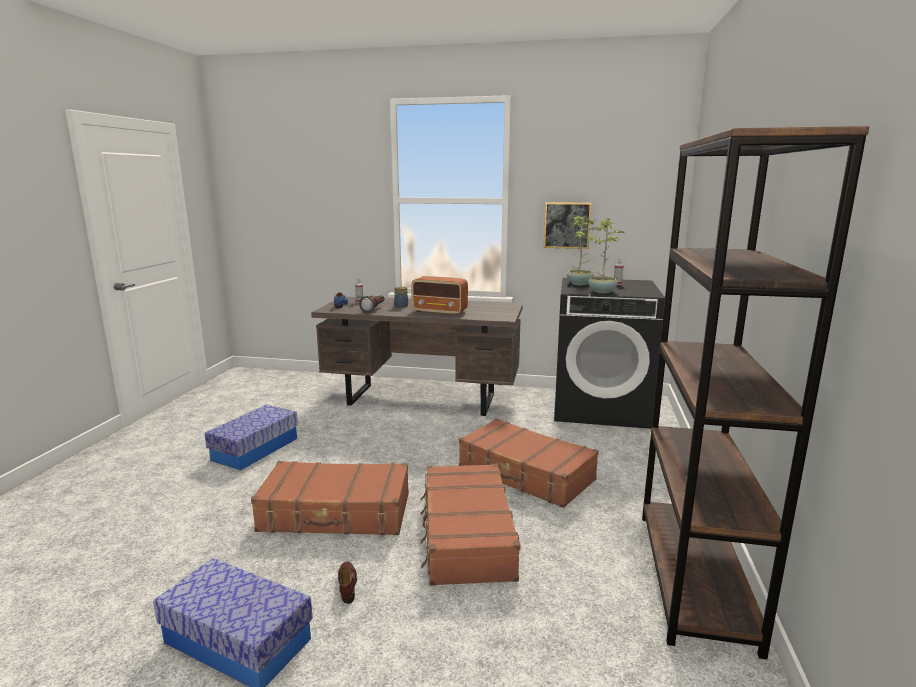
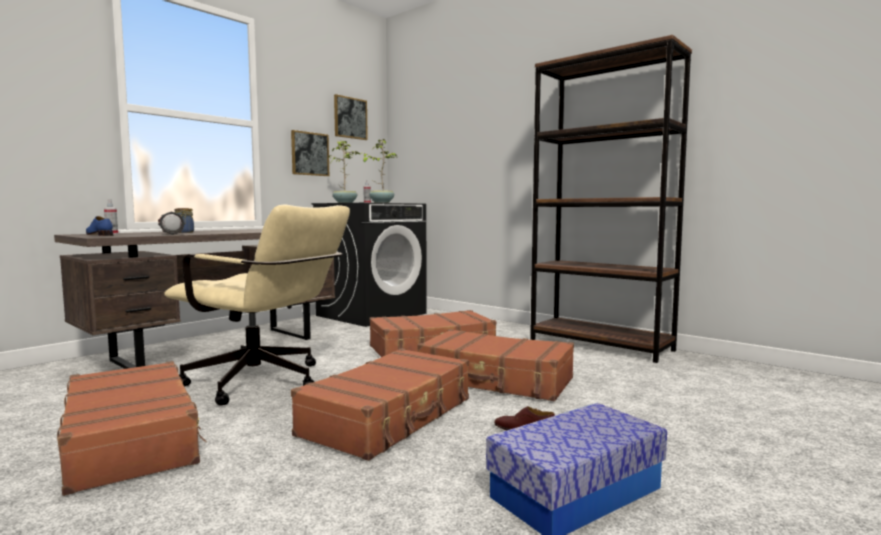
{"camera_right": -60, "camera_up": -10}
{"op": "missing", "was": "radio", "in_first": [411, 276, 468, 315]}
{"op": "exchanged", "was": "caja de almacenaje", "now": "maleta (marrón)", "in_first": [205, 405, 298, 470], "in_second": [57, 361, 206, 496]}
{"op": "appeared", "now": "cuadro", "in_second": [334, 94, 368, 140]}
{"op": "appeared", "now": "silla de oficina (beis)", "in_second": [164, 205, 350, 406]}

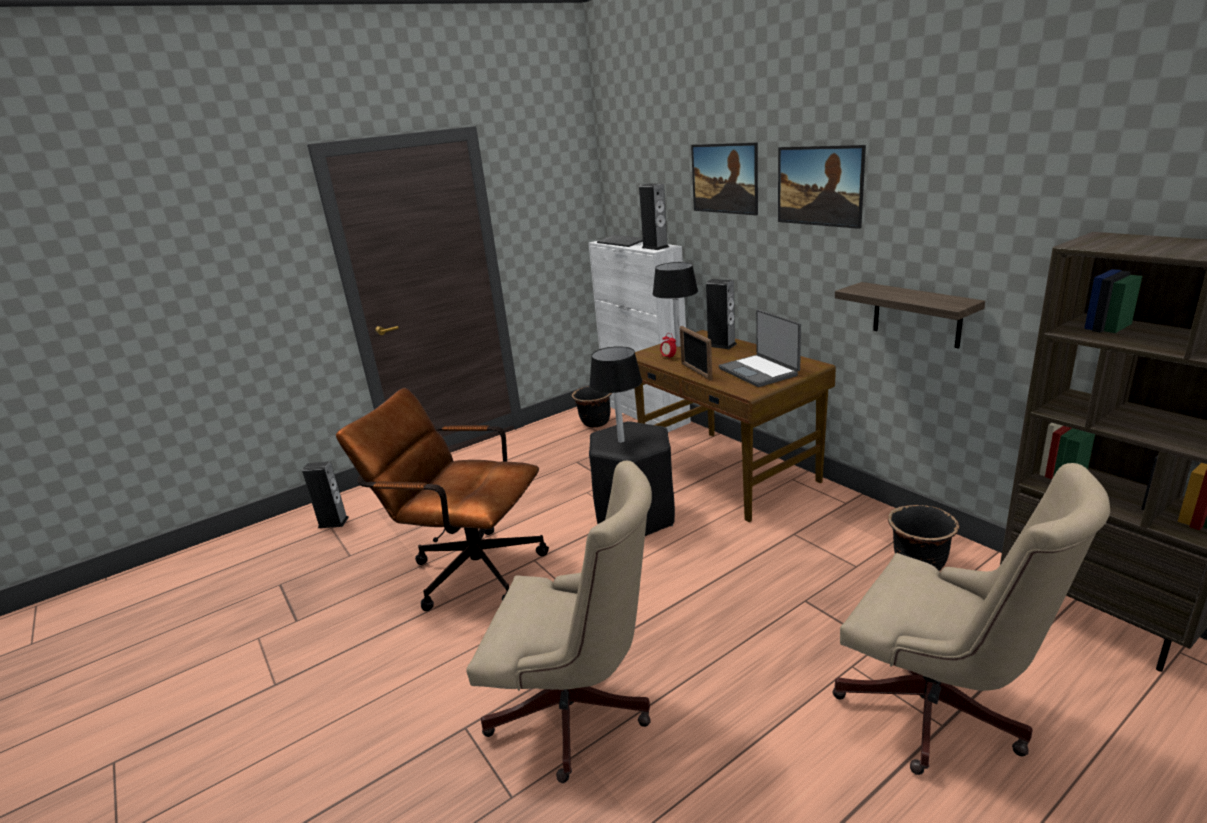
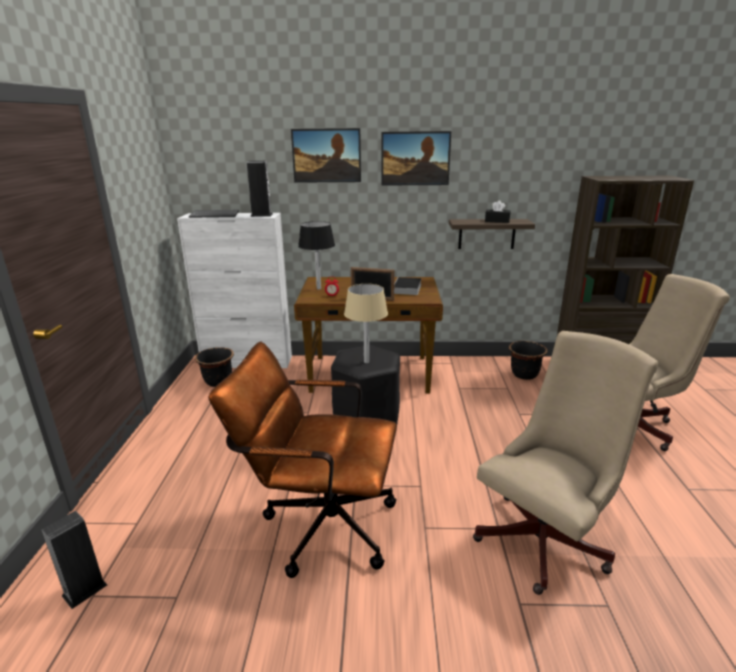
{"camera_right": -55, "camera_up": 0}
{"op": "missing", "was": "altavoz", "in_first": [706, 279, 737, 349]}
{"op": "exchanged", "was": "portátil", "now": "libro", "in_first": [719, 310, 801, 387], "in_second": [394, 277, 421, 295]}
{"op": "colour", "was": "lámpara de mesa (negro)", "now": "lámpara de mesa (beis)", "in_first": [589, 346, 642, 443], "in_second": [344, 284, 388, 363]}
{"op": "spun", "was": "silla de oficina (marrón)", "in_first": [336, 388, 549, 611], "in_second": [208, 342, 397, 578], "clockwise": 45}
{"op": "appeared", "now": "caja de pañuelos (negro)", "in_second": [485, 200, 510, 223]}

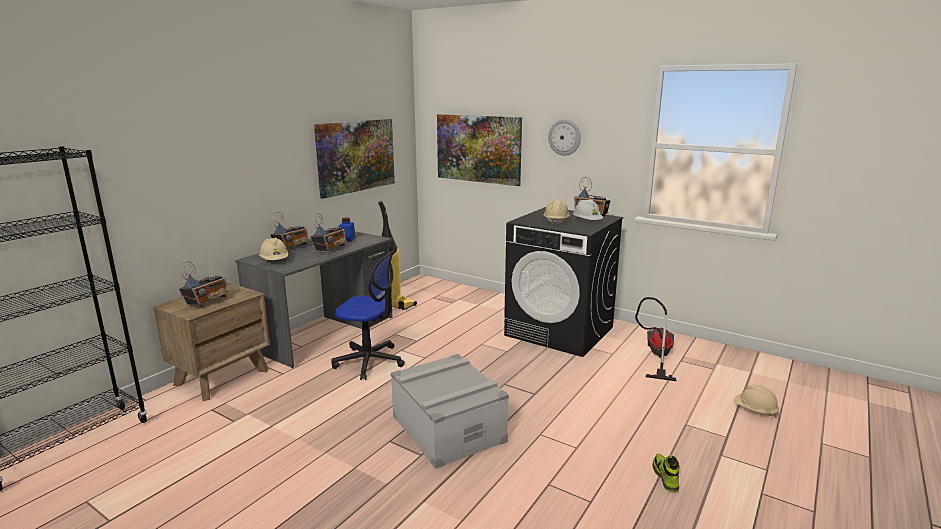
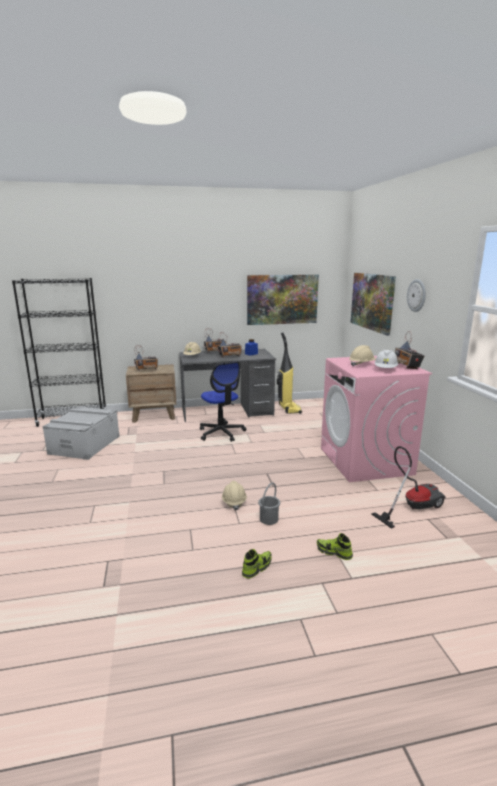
{"camera_right": 45, "camera_up": 0}
{"op": "colour", "was": "lavadora (negro)", "now": "lavadora (rosa)", "in_first": [504, 207, 623, 357], "in_second": [321, 356, 432, 482]}
{"op": "relocated", "was": "caja de almacenaje (gris)", "in_first": [391, 354, 509, 469], "in_second": [43, 407, 120, 460]}
{"op": "relocated", "was": "casco (beis)", "in_first": [734, 385, 780, 417], "in_second": [222, 481, 247, 510]}
{"op": "appeared", "now": "cubo (gris)", "in_second": [258, 483, 280, 525]}
{"op": "appeared", "now": "zapato", "in_second": [317, 533, 353, 560]}

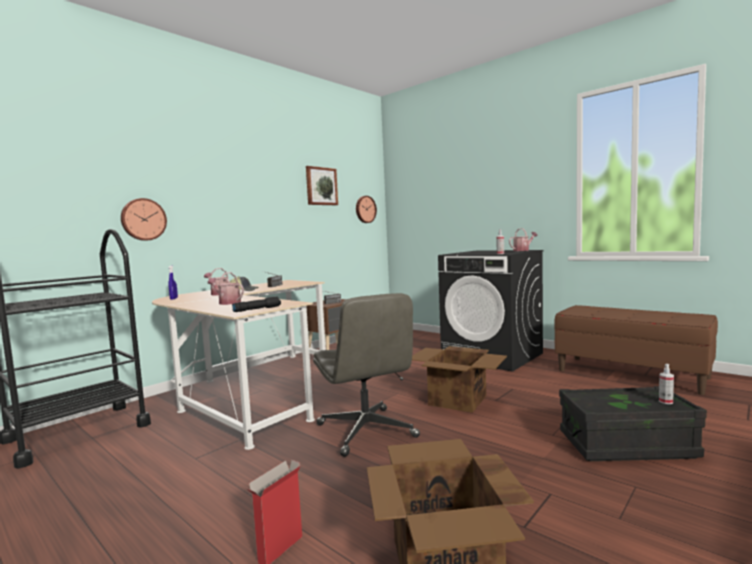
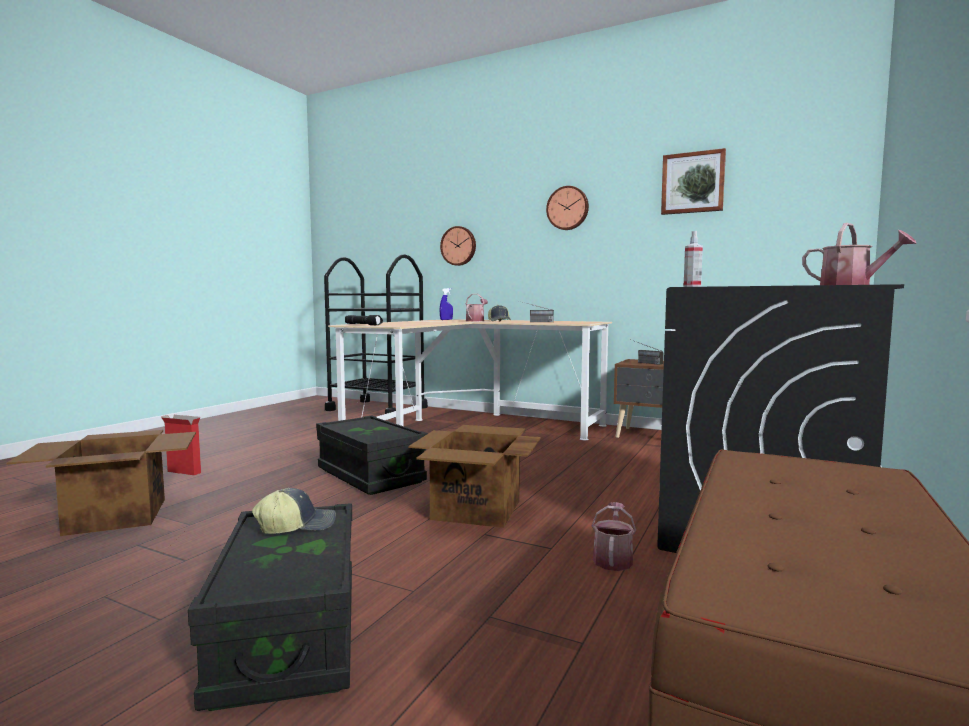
{"camera_right": 75, "camera_up": 0}
{"op": "relocated", "was": "reloj de pared", "in_first": [356, 196, 377, 223], "in_second": [546, 186, 589, 230]}
{"op": "relocated", "was": "regadera", "in_first": [208, 272, 244, 305], "in_second": [592, 502, 636, 571]}
{"op": "exchanged", "was": "silla de oficina (gris)", "now": "caja de almacenaje (negro)", "in_first": [313, 293, 420, 457], "in_second": [316, 416, 428, 495]}
{"op": "missing", "was": "pulverizador", "in_first": [659, 364, 674, 404]}
{"op": "appeared", "now": "gorra", "in_second": [252, 488, 336, 534]}

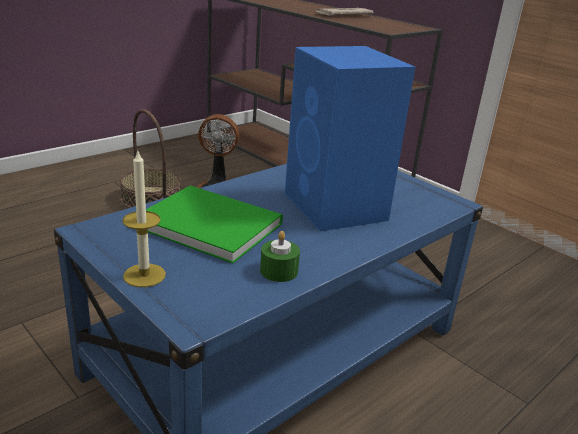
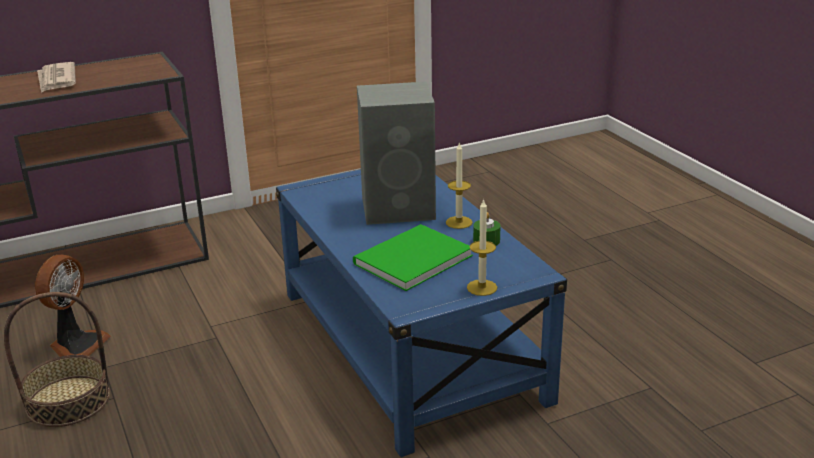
{"camera_right": -70, "camera_up": 0}
{"op": "colour", "was": "altavoz (azul)", "now": "altavoz (gris)", "in_first": [285, 46, 415, 231], "in_second": [357, 82, 436, 225]}
{"op": "appeared", "now": "vela", "in_second": [446, 142, 473, 229]}

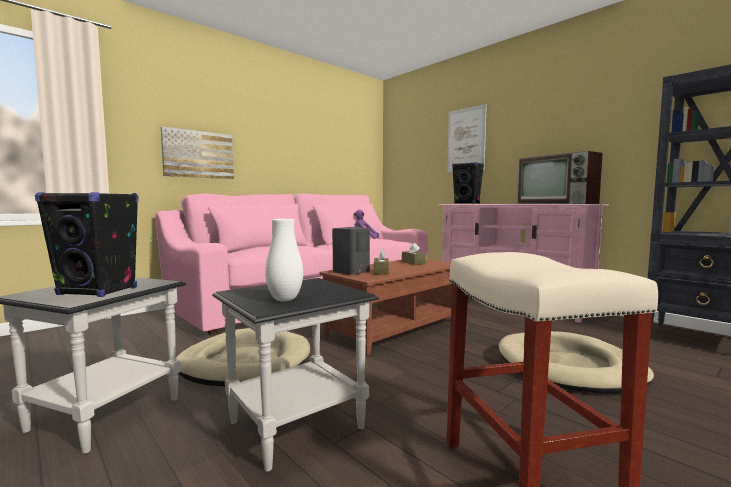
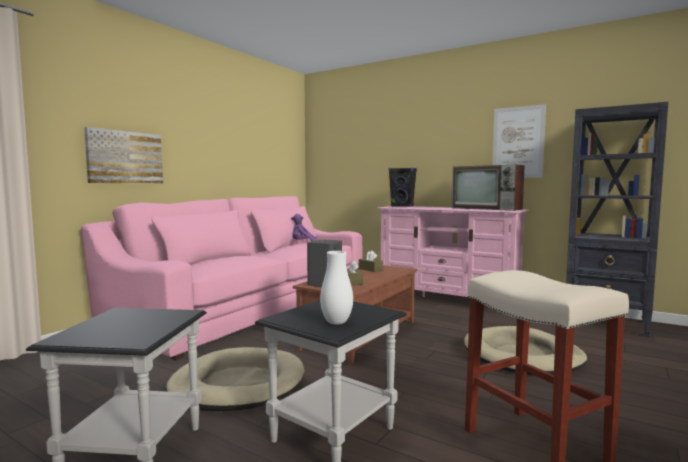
{"camera_right": -15, "camera_up": 0}
{"op": "relocated", "was": "cuadro", "in_first": [447, 104, 487, 172], "in_second": [492, 104, 546, 178]}
{"op": "missing", "was": "altavoz (negro)", "in_first": [35, 192, 139, 297]}

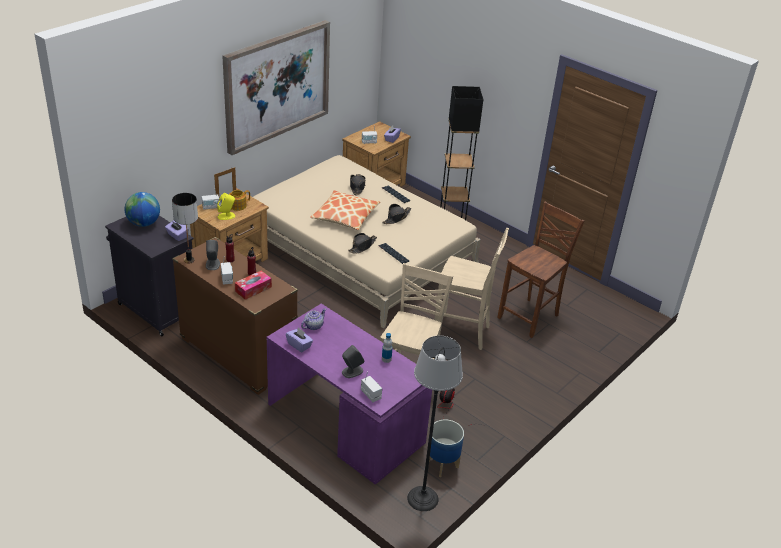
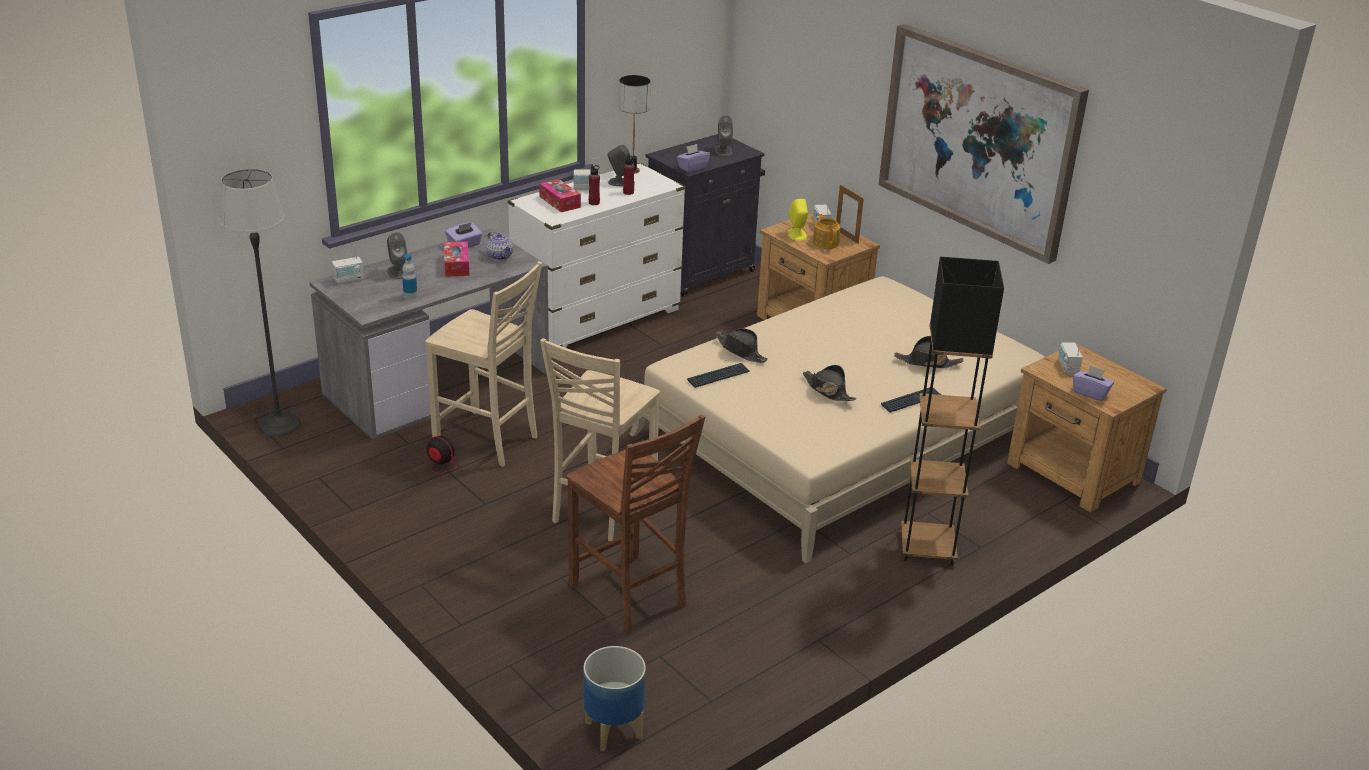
{"camera_right": 100, "camera_up": -5}
{"op": "missing", "was": "cojín", "in_first": [310, 190, 380, 230]}
{"op": "exchanged", "was": "globo terráqueo", "now": "altavoz (gris)", "in_first": [125, 192, 160, 227], "in_second": [715, 115, 733, 156]}
{"op": "colour", "was": "cómoda (marrón)", "now": "cómoda (blanco)", "in_first": [172, 237, 298, 395], "in_second": [508, 163, 686, 348]}
{"op": "colour", "was": "escritorio (morado)", "now": "escritorio (gris)", "in_first": [267, 304, 432, 485], "in_second": [310, 229, 549, 440]}
{"op": "relocated", "was": "maceta", "in_first": [429, 419, 464, 477], "in_second": [583, 646, 646, 751]}
{"op": "appeared", "now": "caja de pañuelos", "in_second": [444, 241, 470, 277]}

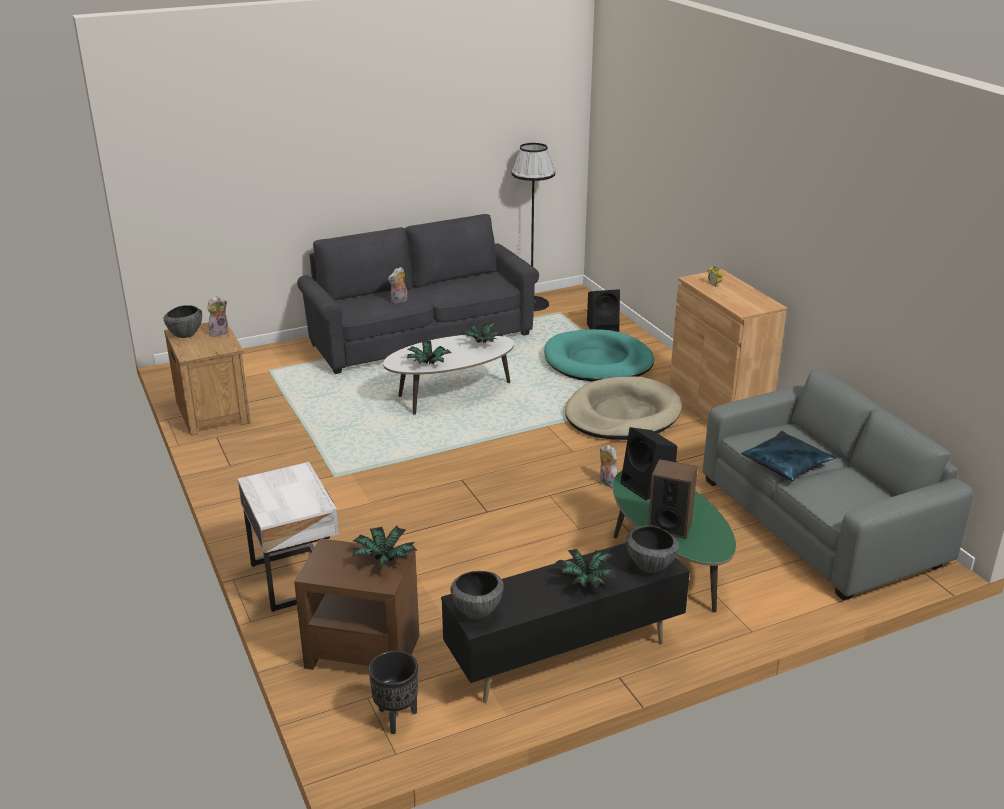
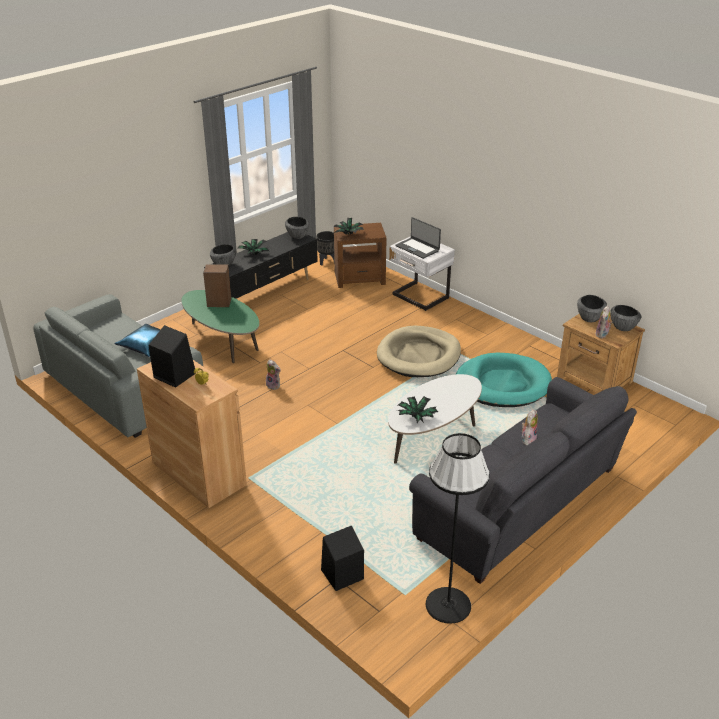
{"camera_right": 160, "camera_up": 5}
{"op": "relocated", "was": "cama para perro (turquesa)", "in_first": [544, 329, 654, 382], "in_second": [456, 353, 552, 407]}
{"op": "missing", "was": "planta en maceta", "in_first": [407, 341, 451, 365]}
{"op": "relocated", "was": "cama para perro (beis)", "in_first": [565, 376, 682, 440], "in_second": [377, 326, 461, 377]}
{"op": "relocated", "was": "altavoz (negro)", "in_first": [620, 427, 677, 500], "in_second": [148, 325, 196, 388]}
{"op": "appeared", "now": "portátil", "in_second": [395, 217, 441, 259]}
{"op": "appeared", "now": "cuenco", "in_second": [577, 295, 607, 322]}

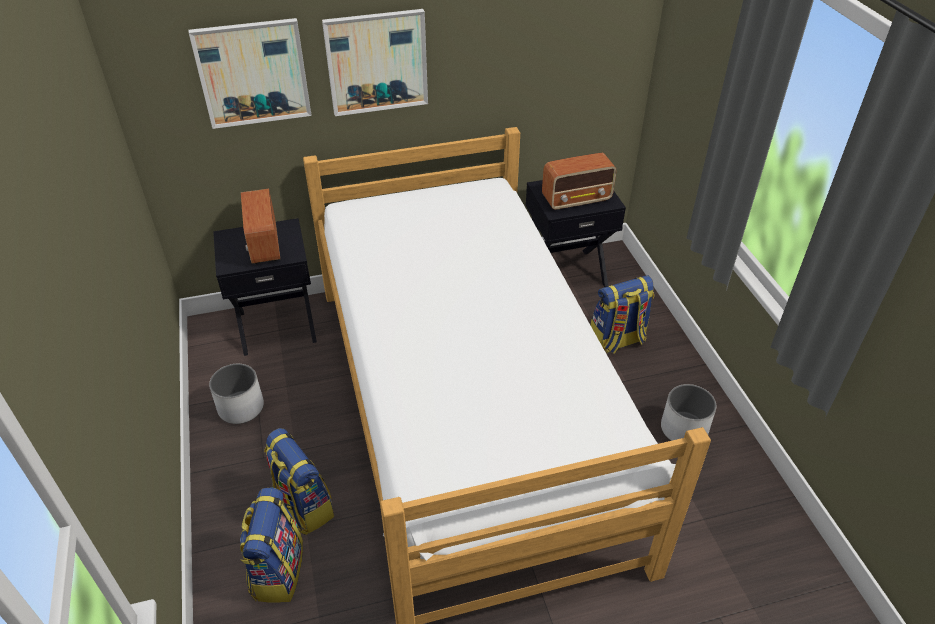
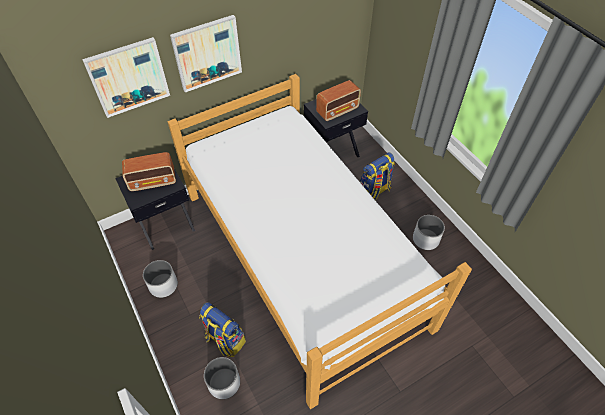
{"camera_right": -15, "camera_up": 10}
{"op": "spun", "was": "radio", "in_first": [241, 189, 280, 264], "in_second": [122, 152, 176, 191], "clockwise": -75}
{"op": "exchanged", "was": "mochila", "now": "maceta (blanco)", "in_first": [240, 488, 303, 602], "in_second": [204, 357, 240, 399]}

